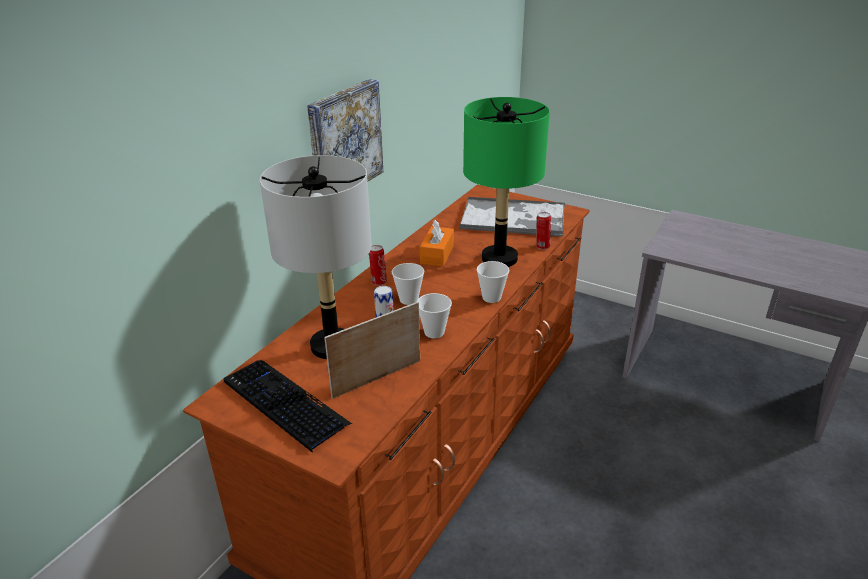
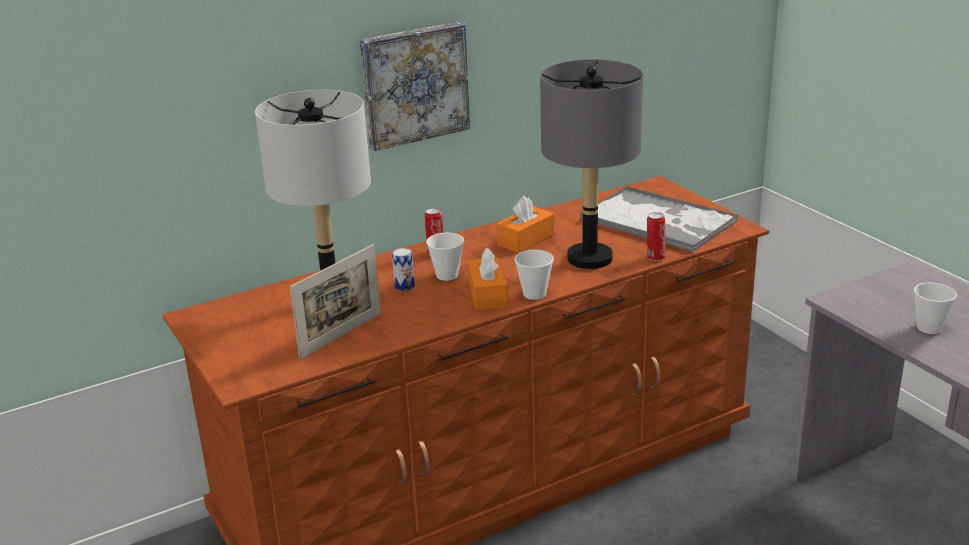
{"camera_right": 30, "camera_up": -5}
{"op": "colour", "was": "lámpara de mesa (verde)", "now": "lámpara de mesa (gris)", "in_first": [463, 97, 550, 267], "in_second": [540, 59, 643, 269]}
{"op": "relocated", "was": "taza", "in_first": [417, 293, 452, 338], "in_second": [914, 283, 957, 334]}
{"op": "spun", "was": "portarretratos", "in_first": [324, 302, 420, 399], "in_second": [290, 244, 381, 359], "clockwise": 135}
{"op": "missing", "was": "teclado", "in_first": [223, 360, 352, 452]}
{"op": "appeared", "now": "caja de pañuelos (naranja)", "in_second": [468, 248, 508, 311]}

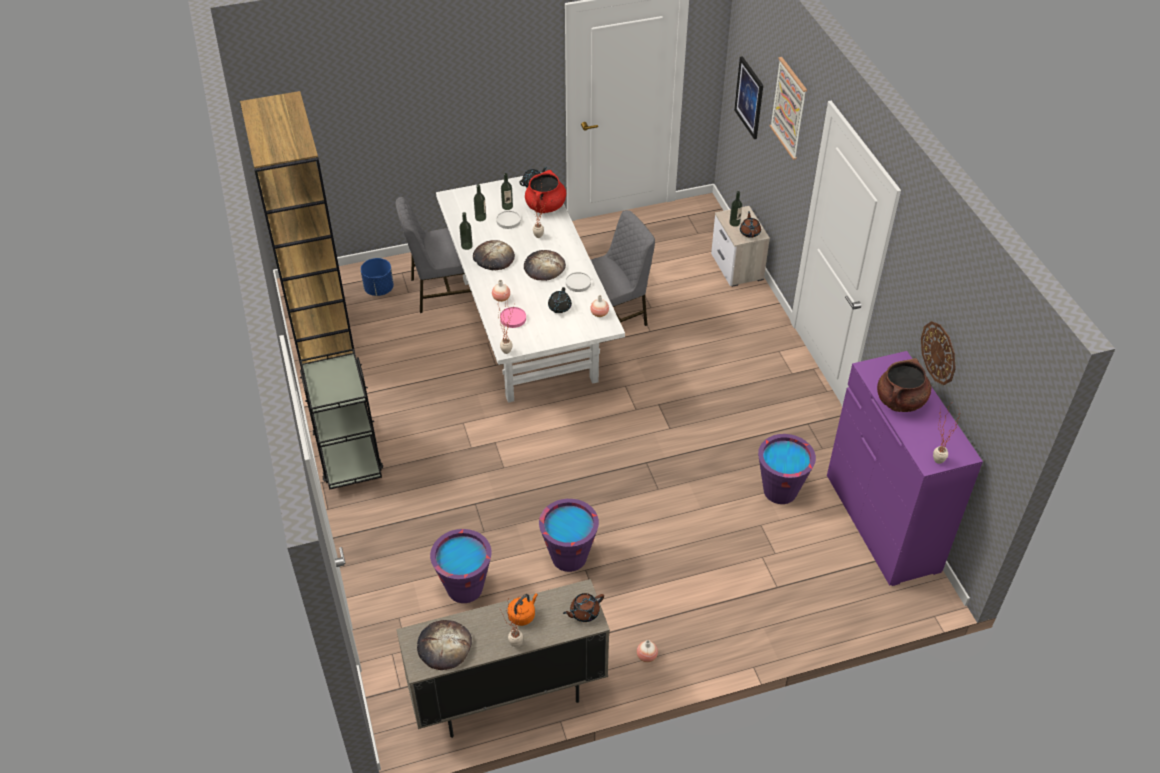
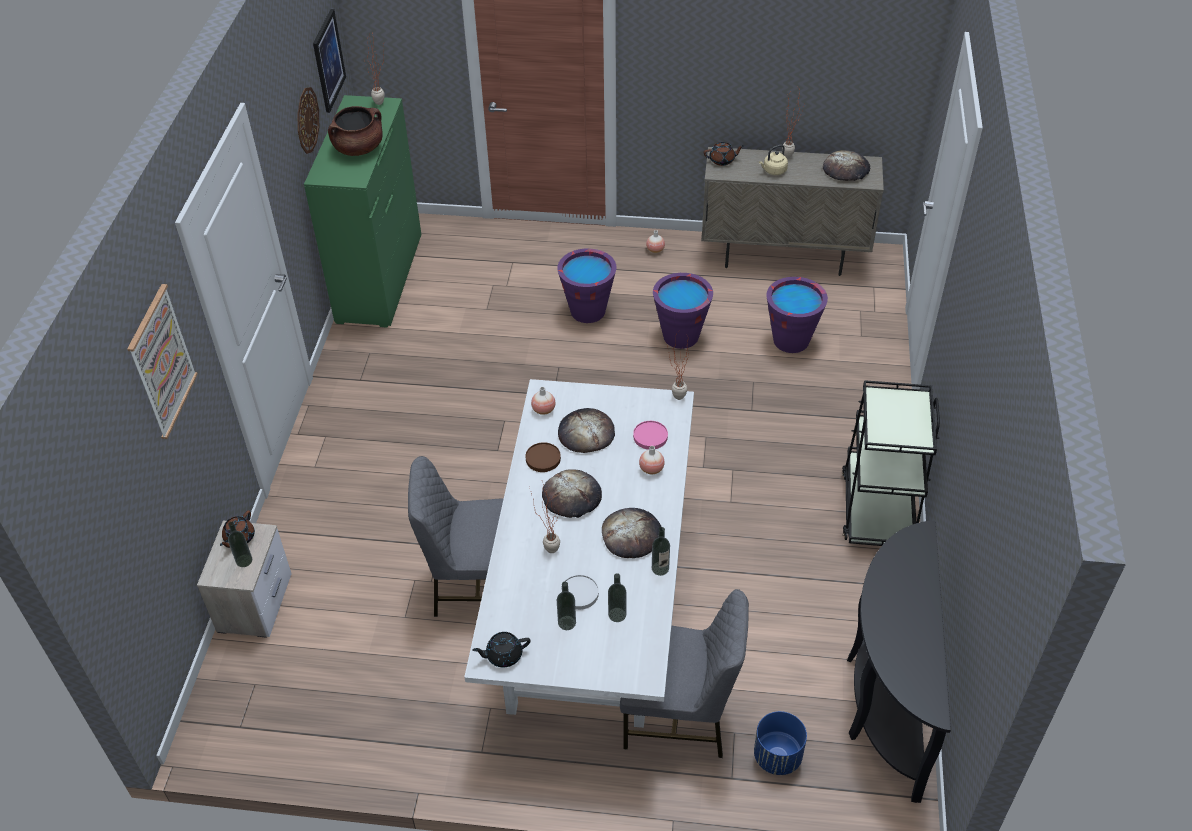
{"camera_right": -155, "camera_up": 0}
{"op": "relocated", "was": "cuadro", "in_first": [734, 56, 763, 139], "in_second": [313, 9, 346, 113]}
{"op": "exchanged", "was": "estantería (marrón)", "now": "mesa consola (negro)", "in_first": [240, 91, 355, 369], "in_second": [847, 521, 951, 803]}
{"op": "missing", "was": "olla (rojo)", "in_first": [525, 170, 566, 213]}
{"op": "colour", "was": "plato (blanco)", "now": "plato (marrón)", "in_first": [566, 272, 591, 292], "in_second": [525, 442, 561, 472]}
{"op": "exchanged", "was": "tetera (negro)", "now": "pan", "in_first": [548, 287, 572, 313], "in_second": [558, 408, 615, 453]}
{"op": "colour", "was": "cómoda (morado)", "now": "cómoda (verde)", "in_first": [827, 351, 983, 586], "in_second": [304, 95, 422, 328]}
{"op": "relocated", "was": "cubo (morado)", "in_first": [758, 434, 816, 504], "in_second": [557, 248, 617, 323]}
{"op": "colour", "was": "hervidor (naranja)", "now": "hervidor (beis)", "in_first": [508, 593, 538, 626], "in_second": [759, 145, 788, 175]}

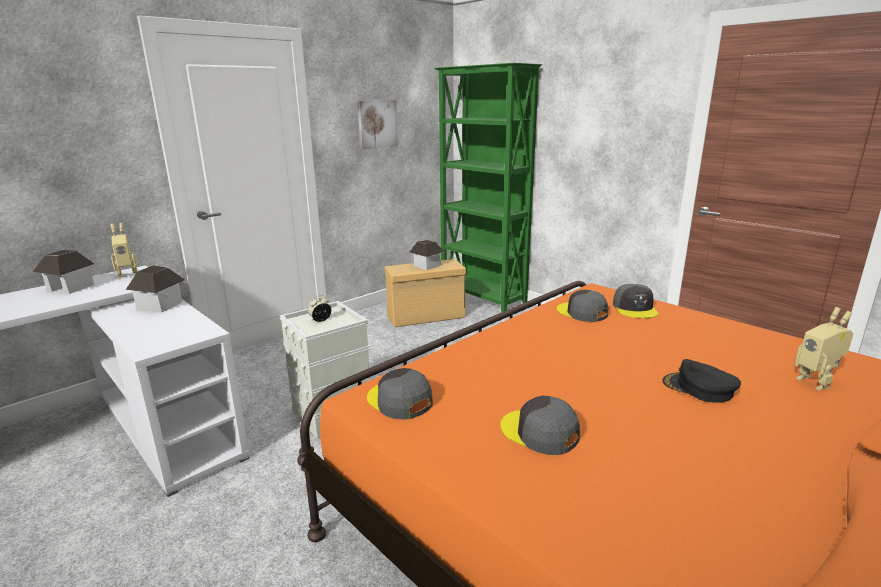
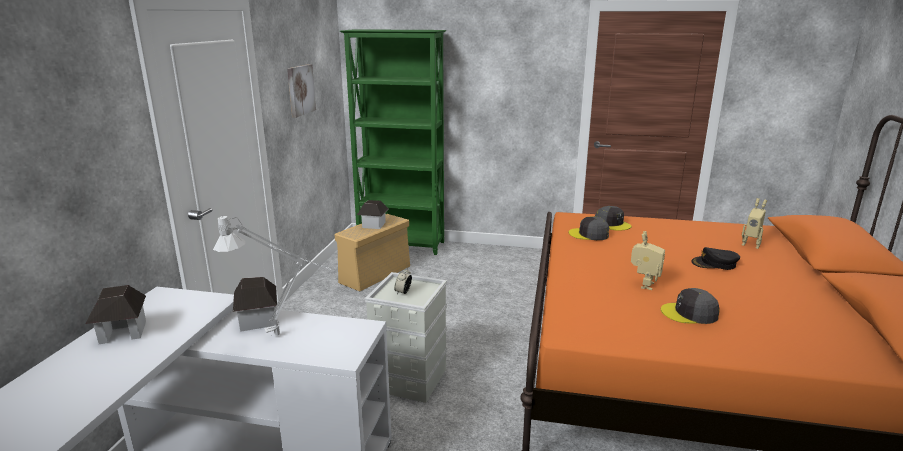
{"camera_right": -35, "camera_up": 0}
{"op": "relocated", "was": "robot de juguete", "in_first": [111, 223, 137, 279], "in_second": [631, 231, 665, 290]}
{"op": "missing", "was": "gorra (gris)", "in_first": [367, 368, 433, 420]}
{"op": "appeared", "now": "lámpara de mesa (gris)", "in_second": [213, 216, 331, 337]}

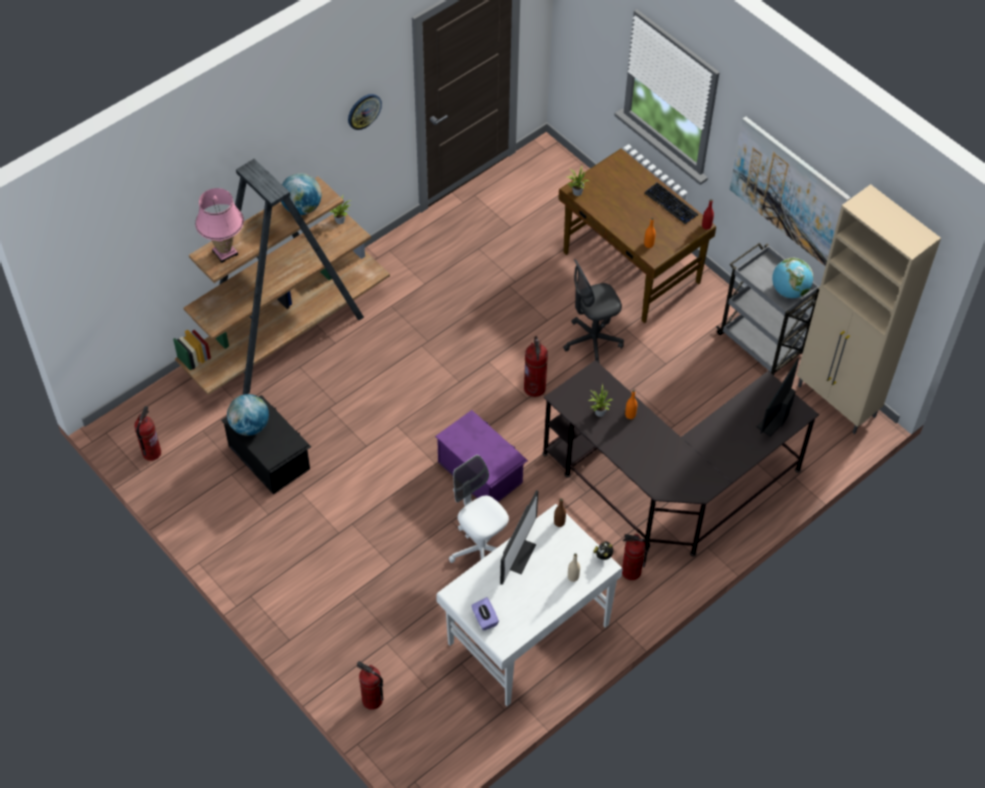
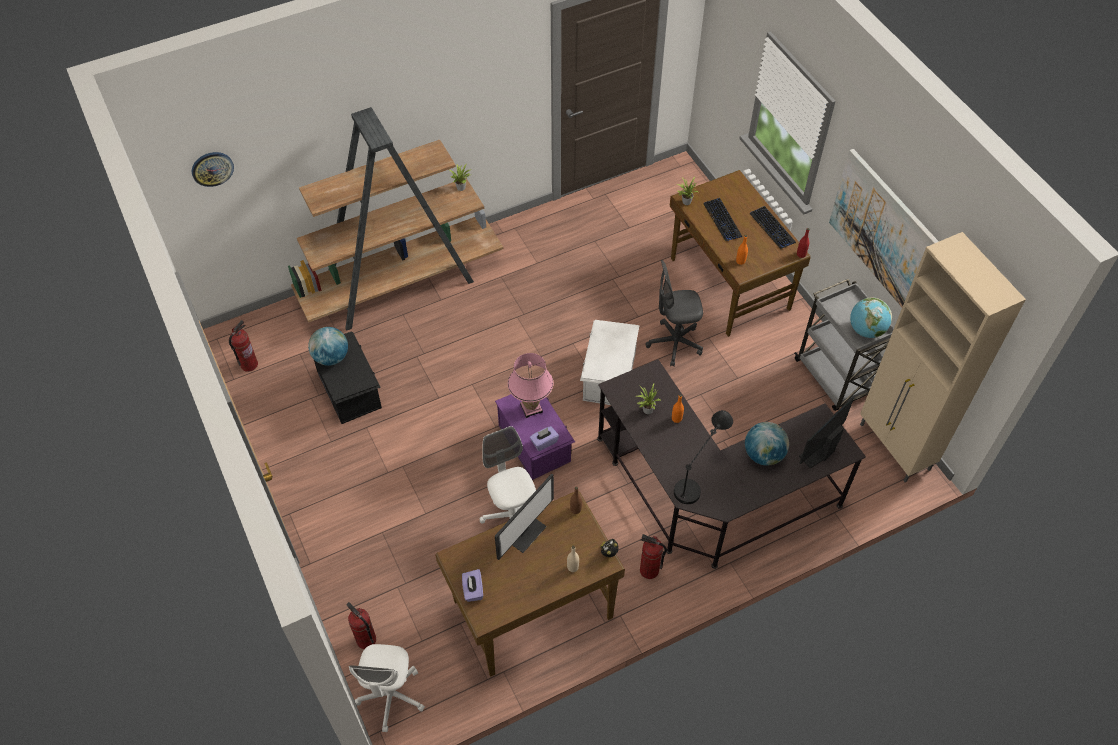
{"camera_right": 15, "camera_up": 0}
{"op": "relocated", "was": "reloj de pared", "in_first": [348, 94, 382, 130], "in_second": [192, 152, 234, 187]}
{"op": "relocated", "was": "globo terráqueo", "in_first": [281, 173, 321, 215], "in_second": [745, 422, 789, 466]}
{"op": "relocated", "was": "lámpara de mesa (rosa)", "in_first": [195, 188, 244, 263], "in_second": [508, 353, 553, 418]}
{"op": "exchanged", "was": "extintor", "now": "caja de almacenaje (blanco)", "in_first": [524, 336, 548, 397], "in_second": [580, 320, 640, 405]}
{"op": "colour", "was": "escritorio (blanco)", "now": "escritorio (marrón)", "in_first": [436, 504, 623, 706], "in_second": [435, 490, 625, 677]}
{"op": "appeared", "now": "teclado", "in_second": [703, 198, 742, 241]}
{"op": "appeared", "now": "lámpara de mesa (negro)", "in_second": [674, 410, 733, 504]}
{"op": "appeared", "now": "caja de pañuelos (morado)", "in_second": [530, 426, 559, 451]}
{"op": "appeared", "now": "silla de oficina (blanco)", "in_second": [349, 644, 425, 732]}

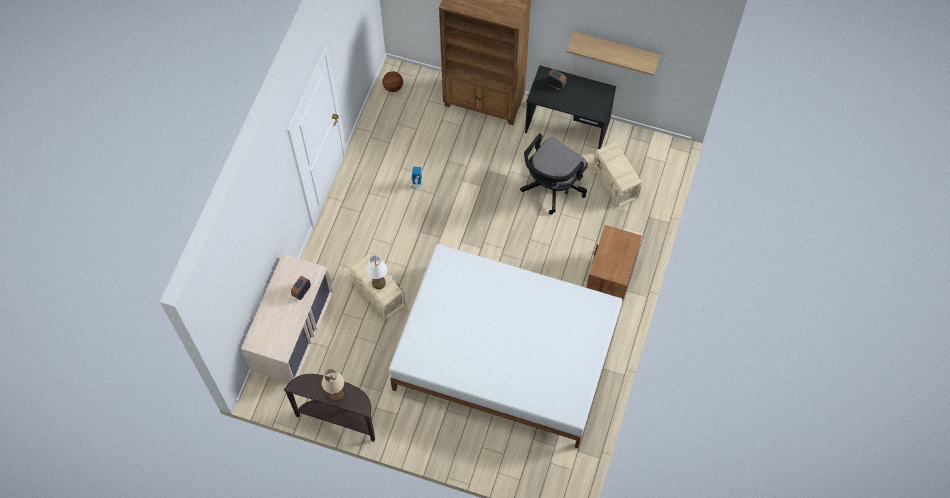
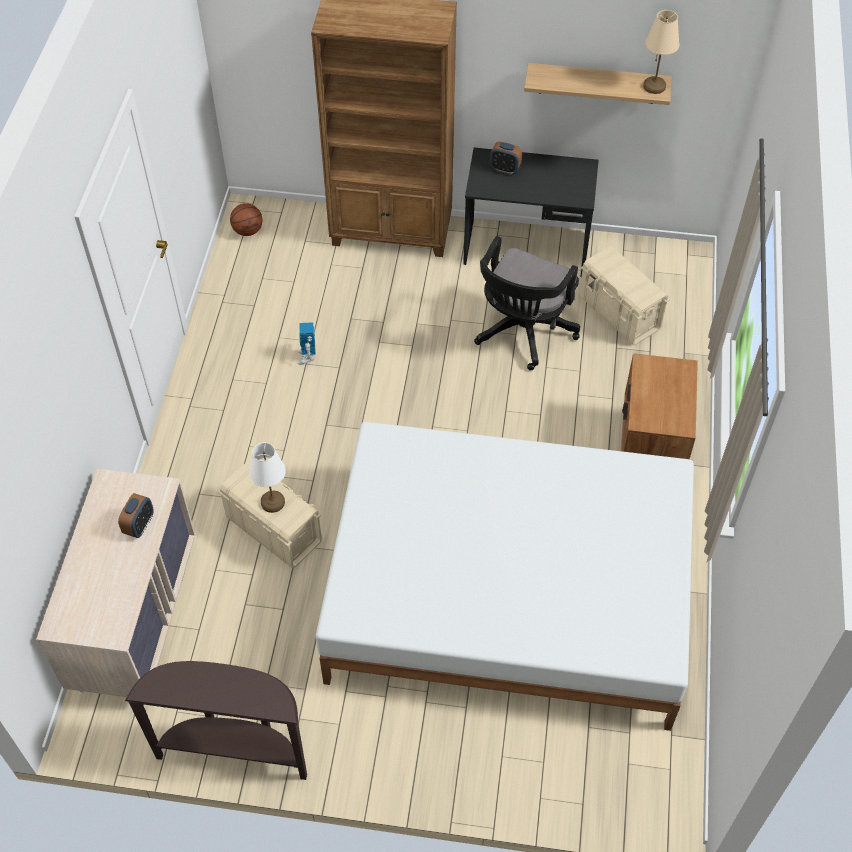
{"camera_right": -10, "camera_up": -10}
{"op": "relocated", "was": "lámpara de mesa (beis)", "in_first": [322, 369, 344, 402], "in_second": [643, 10, 679, 94]}

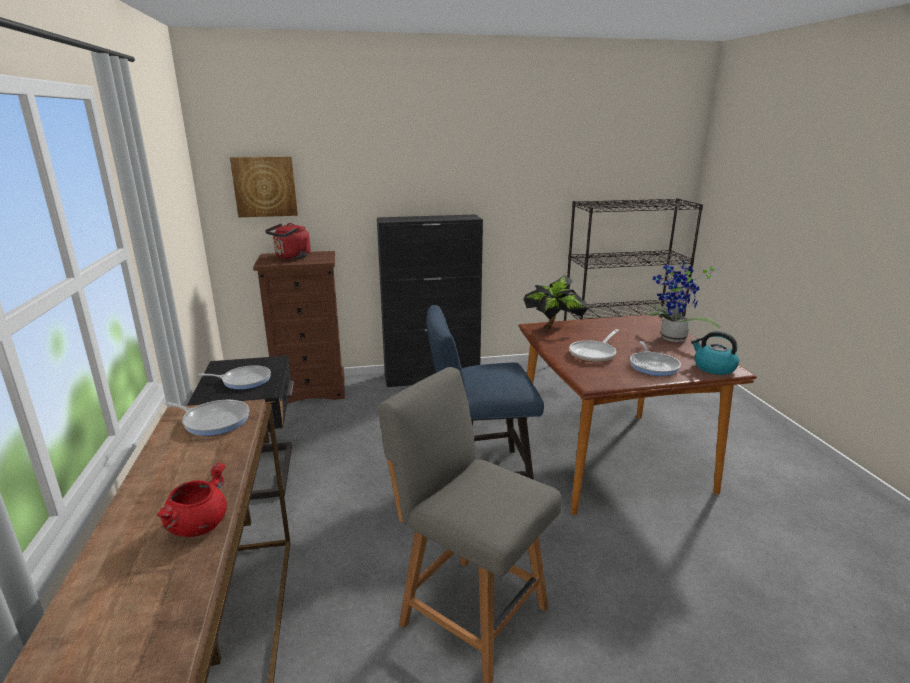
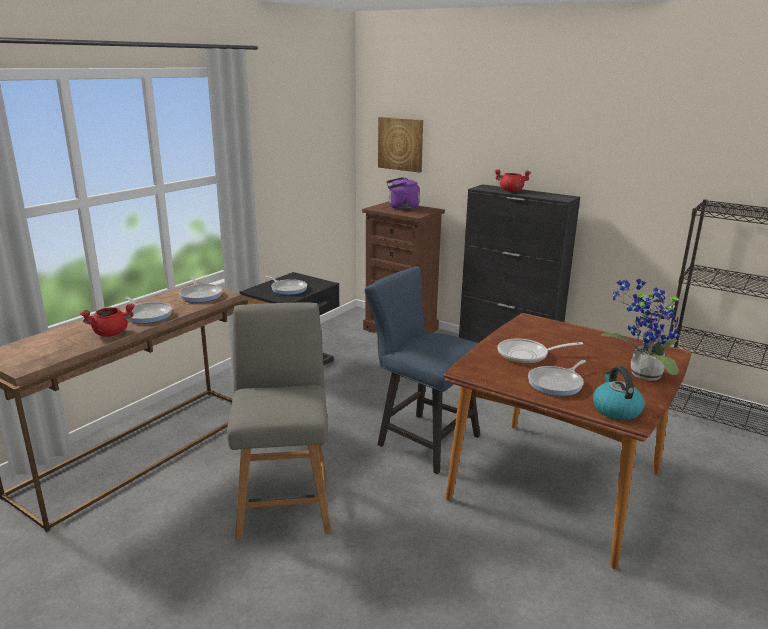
{"camera_right": 45, "camera_up": 0}
{"op": "colour", "was": "hervidor (rojo)", "now": "hervidor (morado)", "in_first": [265, 223, 311, 259], "in_second": [386, 177, 420, 210]}
{"op": "missing", "was": "planta en maceta", "in_first": [523, 275, 588, 329]}
{"op": "appeared", "now": "olla (rojo)", "in_second": [495, 169, 531, 192]}
{"op": "appeared", "now": "sartén", "in_second": [124, 297, 172, 324]}

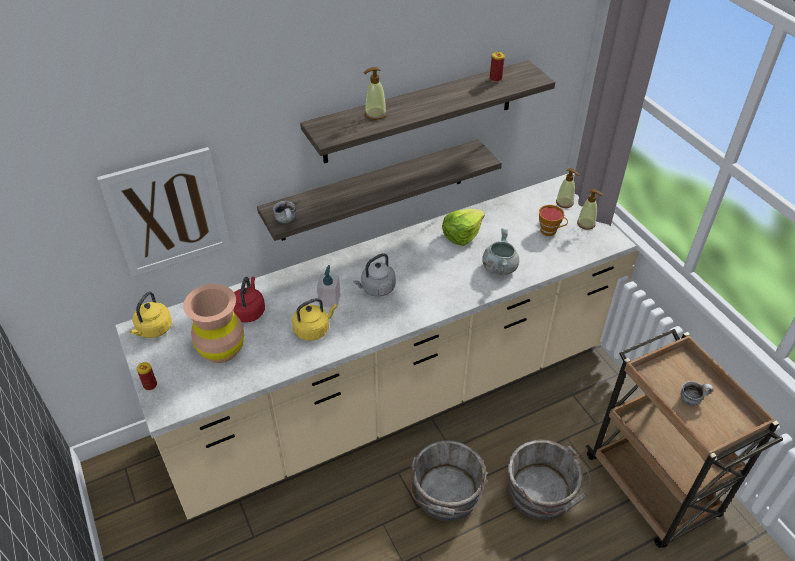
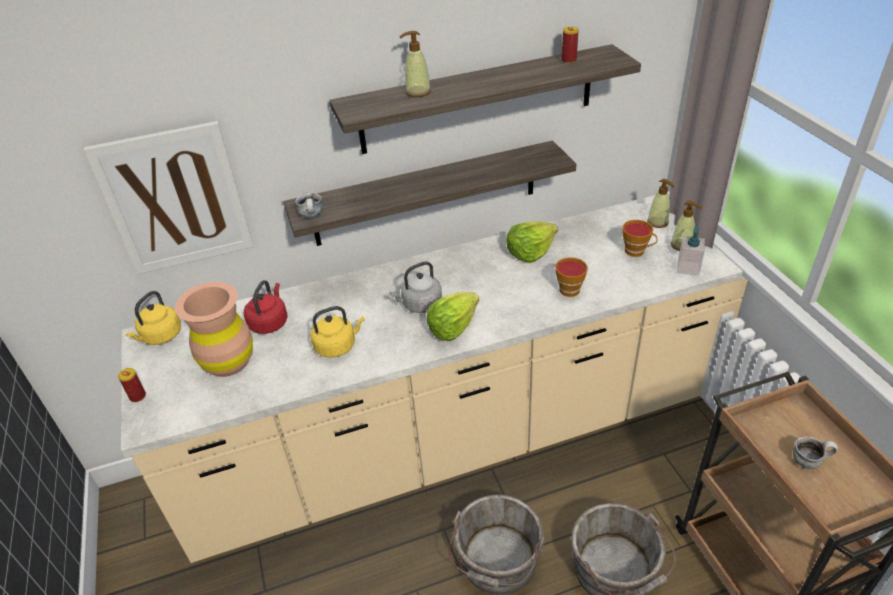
{"camera_right": 10, "camera_up": -5}
{"op": "exchanged", "was": "olla (gris)", "now": "taza", "in_first": [482, 229, 520, 275], "in_second": [555, 257, 588, 297]}
{"op": "relocated", "was": "dispensador de jabón", "in_first": [317, 265, 341, 308], "in_second": [677, 224, 705, 276]}
{"op": "appeared", "now": "lechuga", "in_second": [426, 292, 479, 341]}

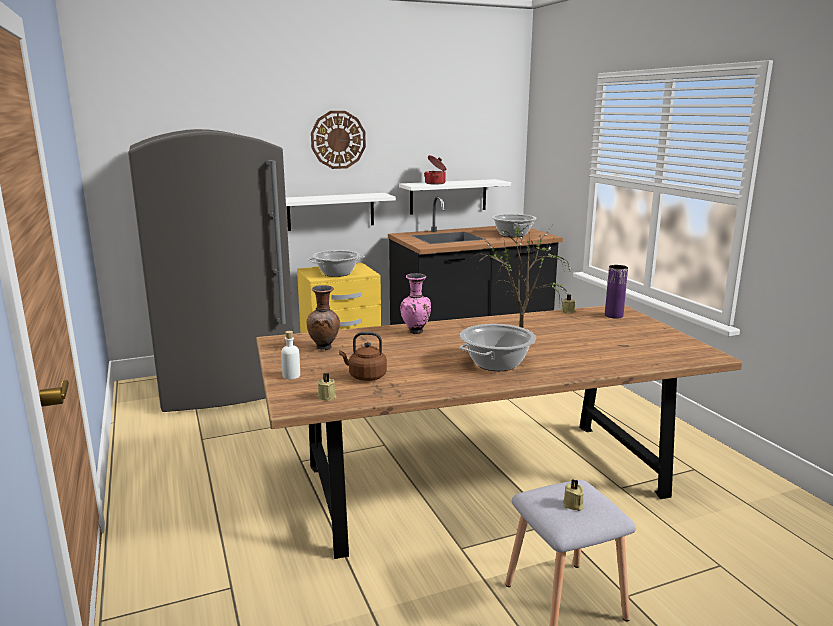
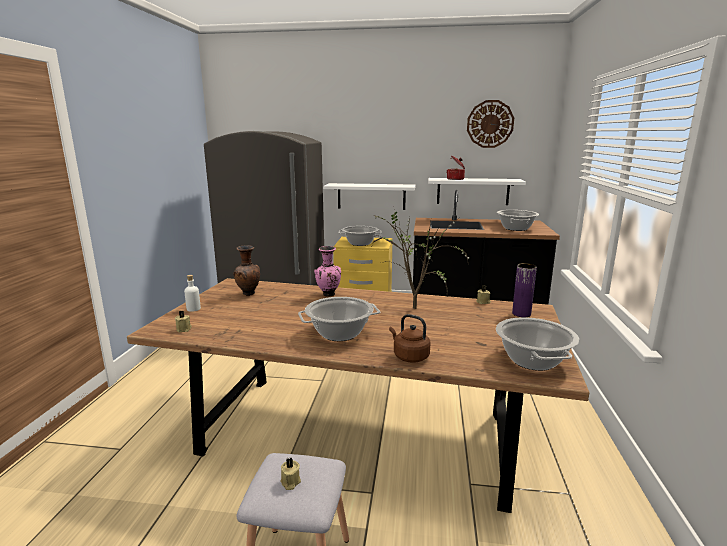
{"camera_right": 30, "camera_up": 0}
{"op": "relocated", "was": "reloj de pared", "in_first": [311, 111, 366, 169], "in_second": [467, 100, 514, 148]}
{"op": "relocated", "was": "hervidor (marrón)", "in_first": [339, 332, 387, 381], "in_second": [389, 314, 431, 363]}
{"op": "appeared", "now": "olla", "in_second": [496, 317, 579, 371]}

